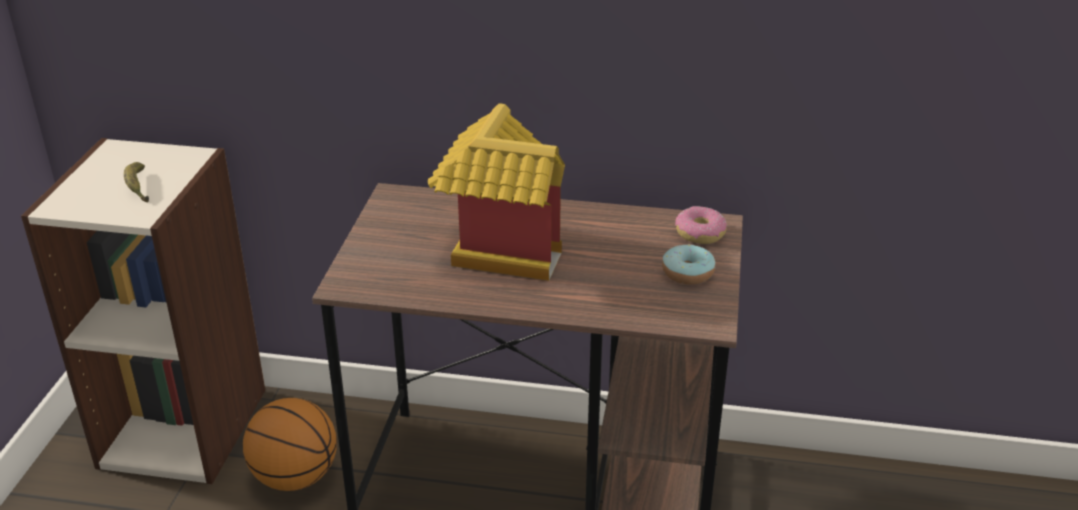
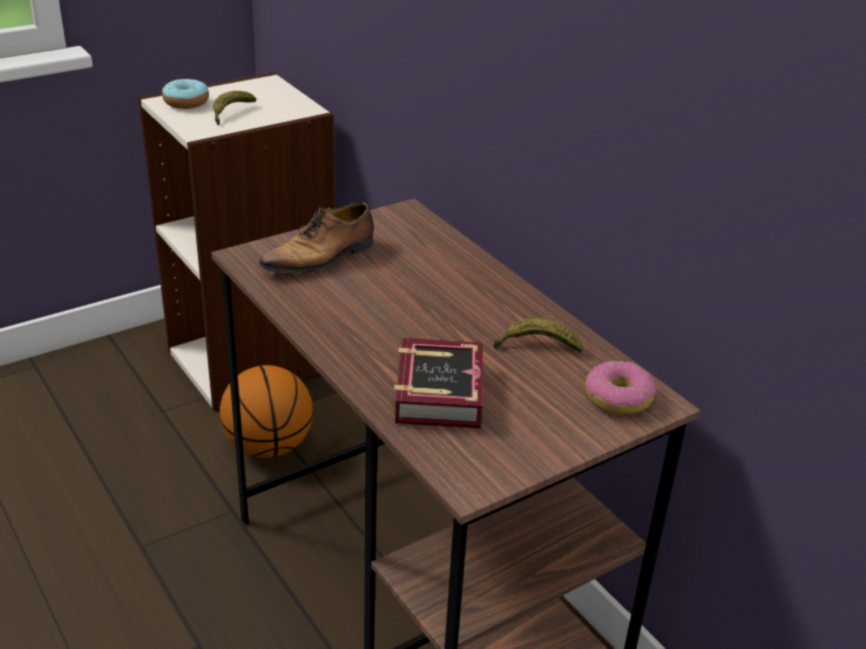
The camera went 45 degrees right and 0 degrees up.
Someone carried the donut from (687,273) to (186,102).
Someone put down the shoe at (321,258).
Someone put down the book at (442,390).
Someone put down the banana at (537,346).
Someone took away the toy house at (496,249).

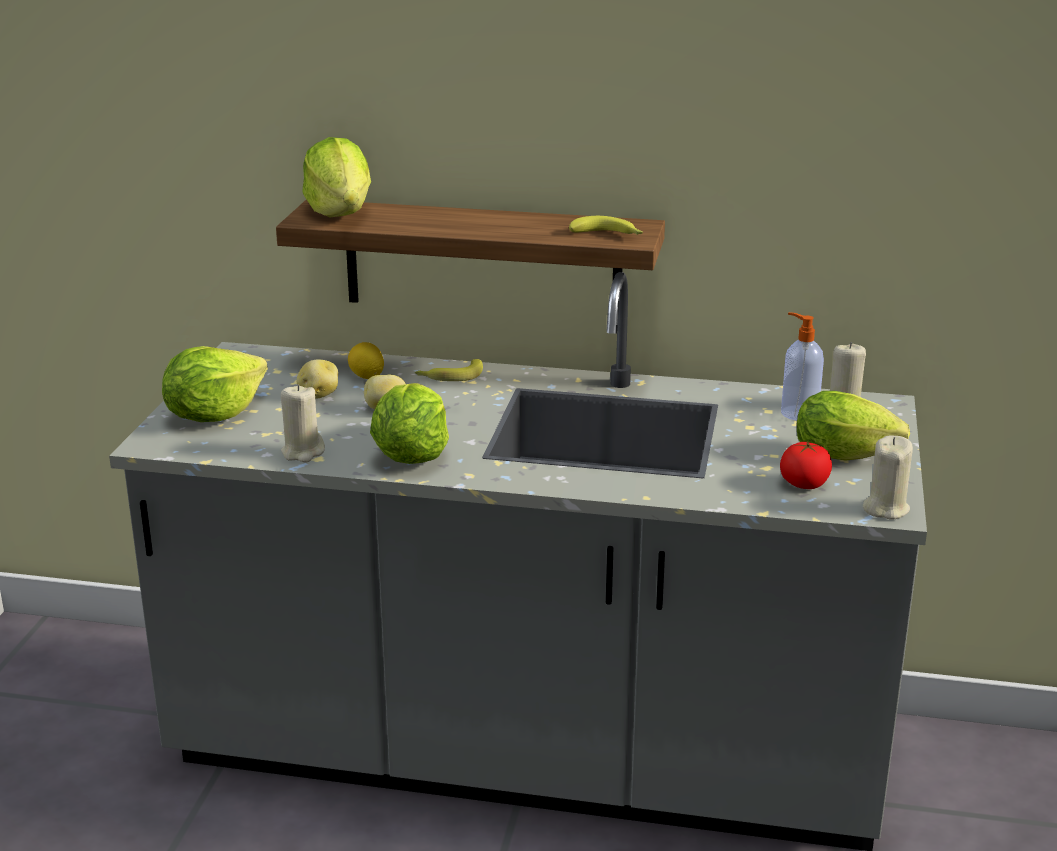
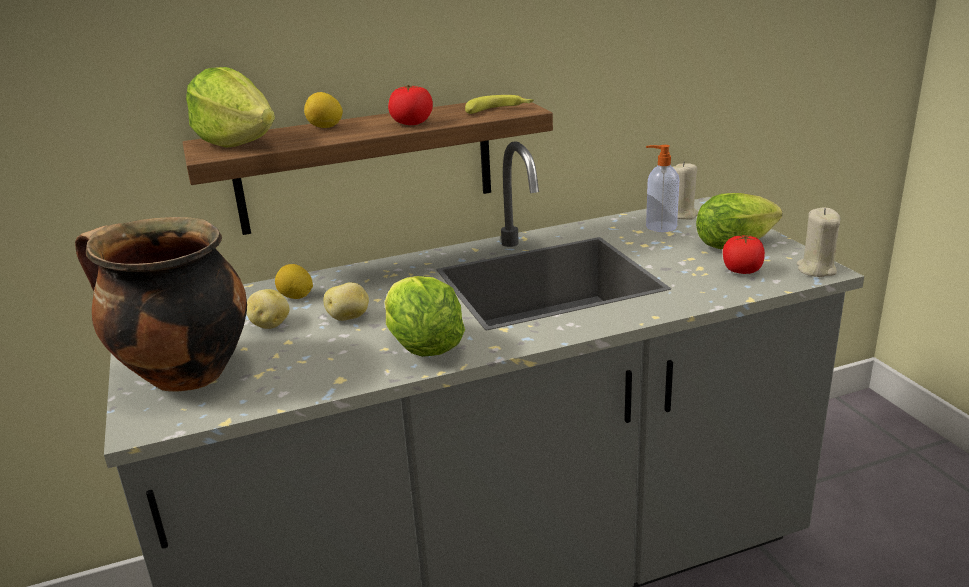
The camera went 30 degrees left and 0 degrees up.
Someone swapped the lettuce at (214,415) for the cooking pot at (183,375).
Someone put down the lemon at (325,127).
Someone put down the tomato at (412,123).
Someone took away the beige candle at (303,452).
Someone took away the banana at (449,376).

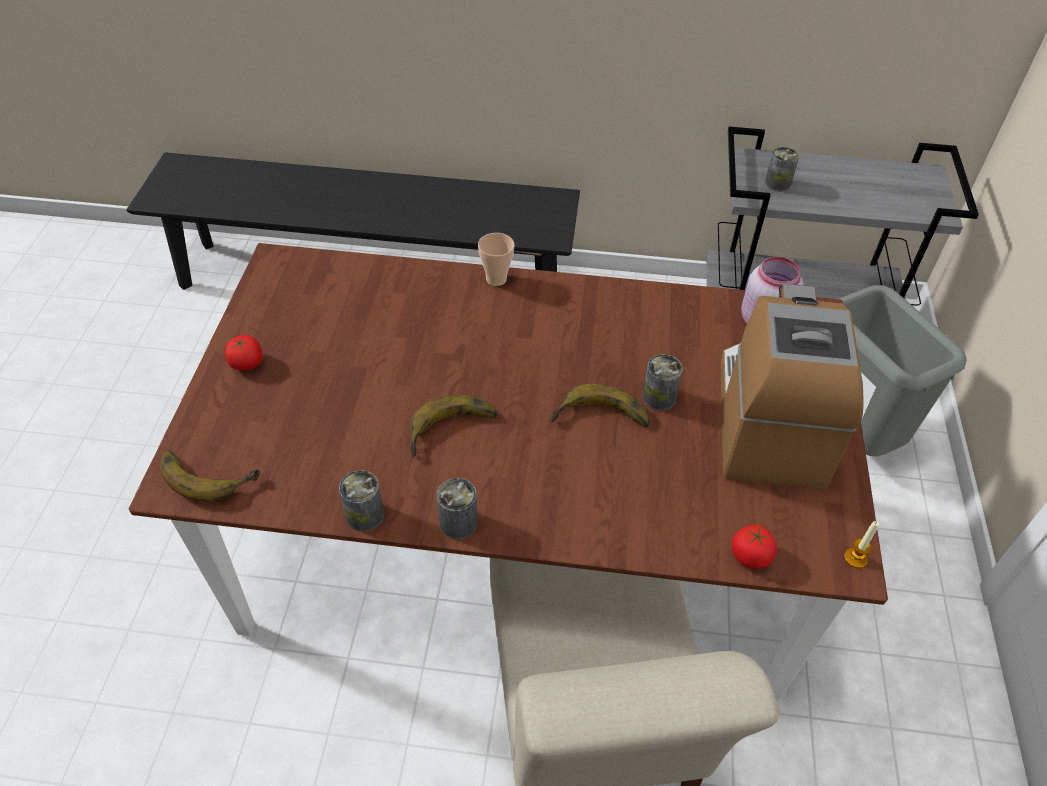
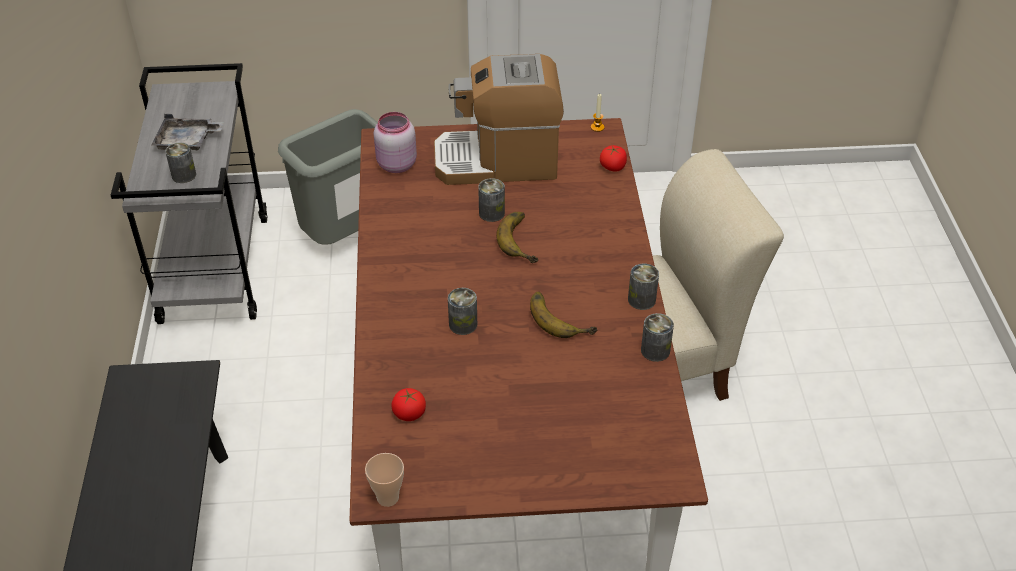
The camera went 100 degrees left and 5 degrees down.
Someone put down the grey tray at (187,141).
Someone carried the cup from (496,279) to (388,497).
Someone carried the tomato from (247,363) to (409,413).
Someone put down the can at (463,324).
Someone took away the banana at (208,472).

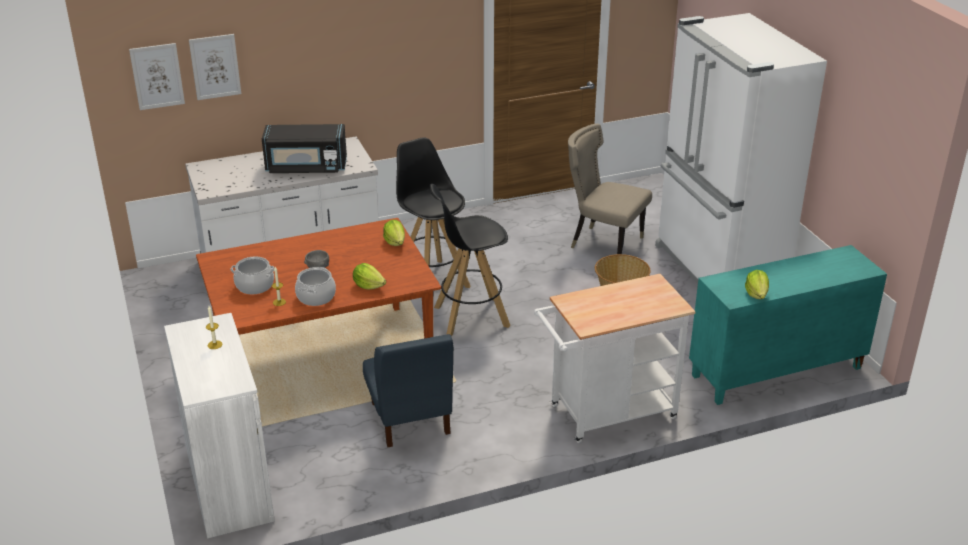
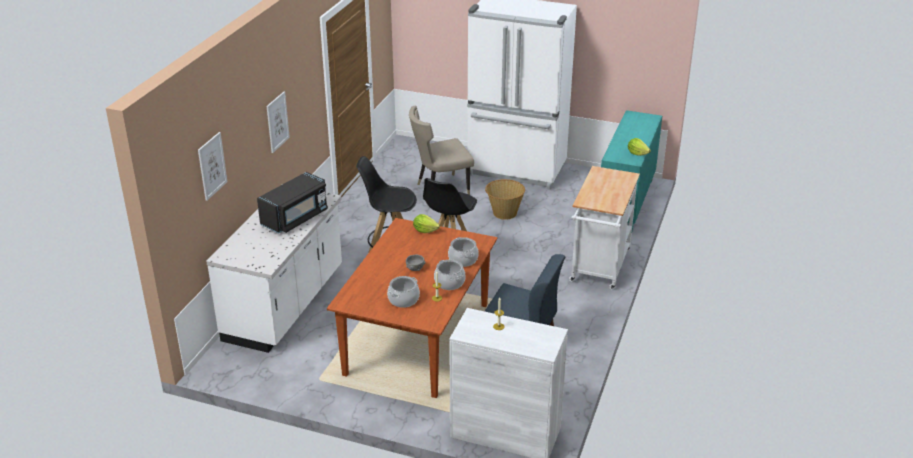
The camera went 50 degrees left and 0 degrees up.
Someone carried the picture from (157,76) to (277,122).
Someone swapped the lettuce at (368,286) for the cooking pot at (463,260).

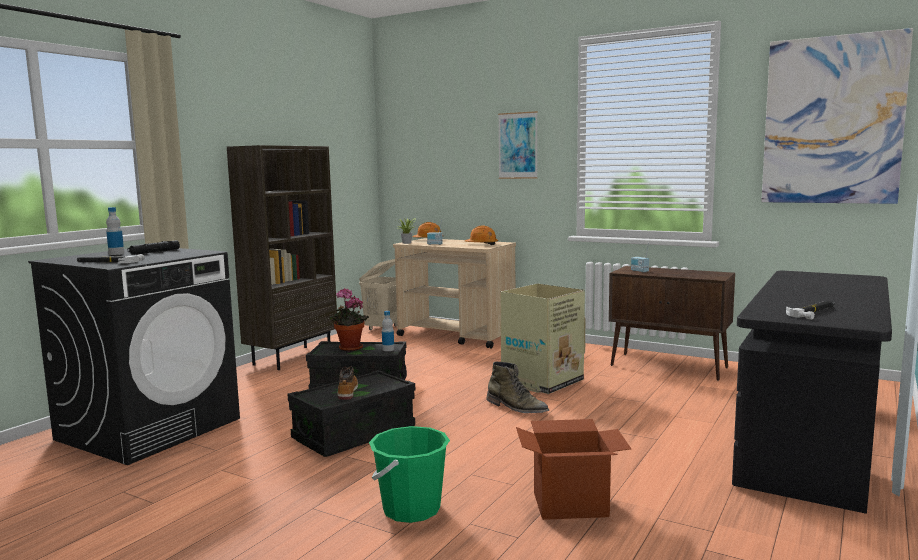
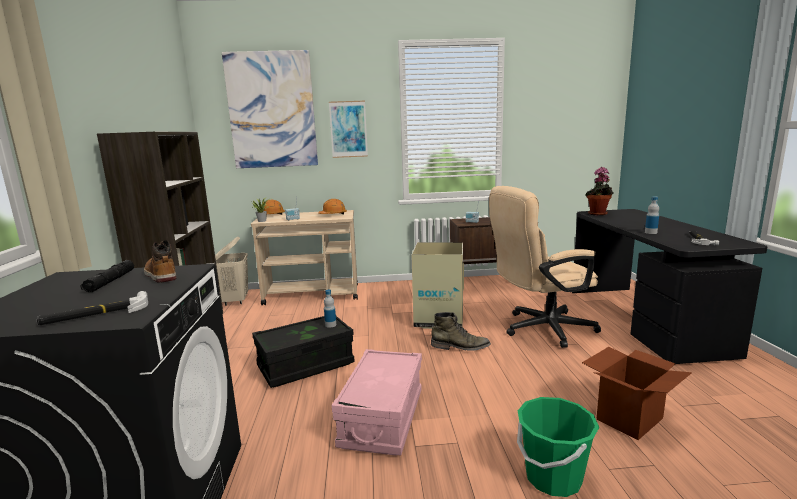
The camera went 35 degrees left and 5 degrees up.
Someone carried the boot from (347,392) to (160,275).
Someone carried the picture from (832,120) to (272,110).
Someone repainted the black storage box at (354,434), which became the pink storage box at (382,418).
Someone put down the beige office chair at (540,329).
Someone carried the potted plant from (349,349) to (598,214).
Someone carried the bottle from (116,254) to (650,232).

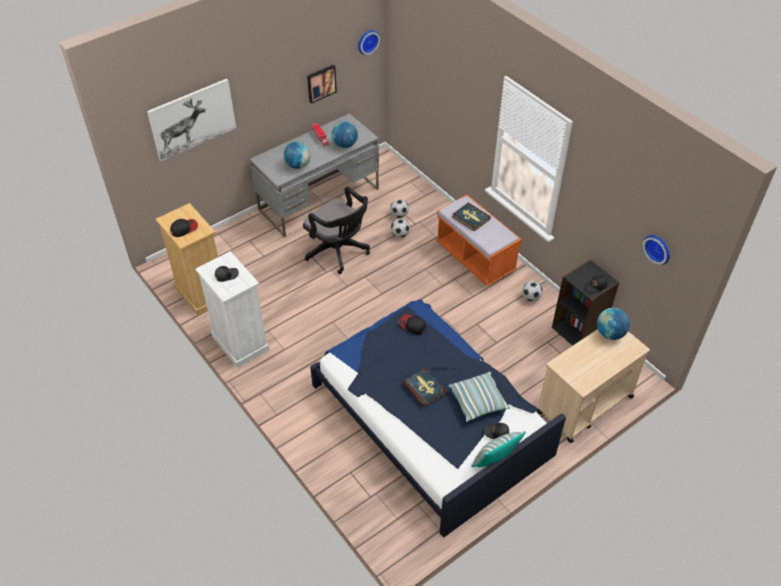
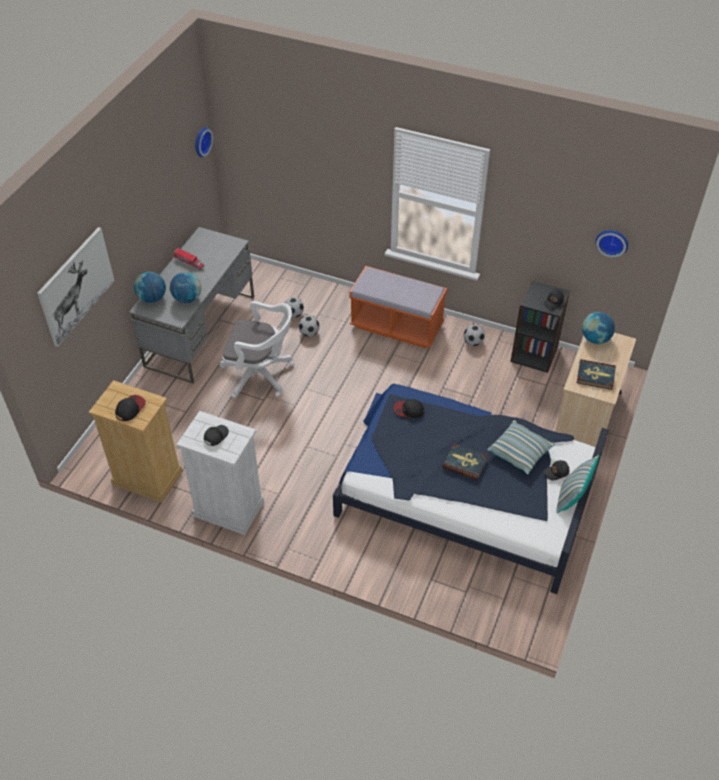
The camera went 30 degrees left and 0 degrees up.
Someone carried the globe from (345,145) to (152,298).
Someone repainted the black office chair at (339,252), which became the white office chair at (261,375).
Someone carried the book from (471,218) to (595,376).
Someone took away the picture at (321,83).

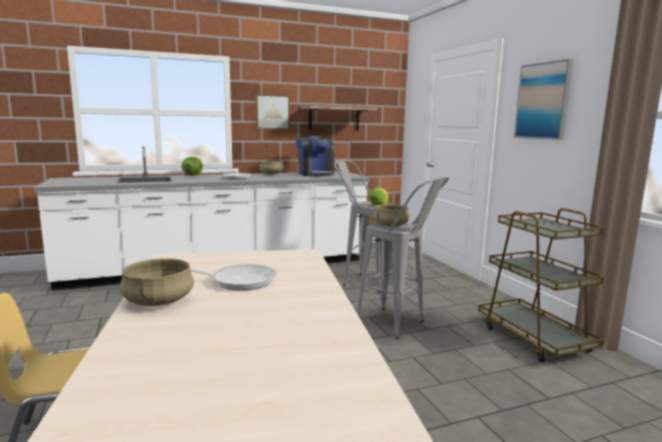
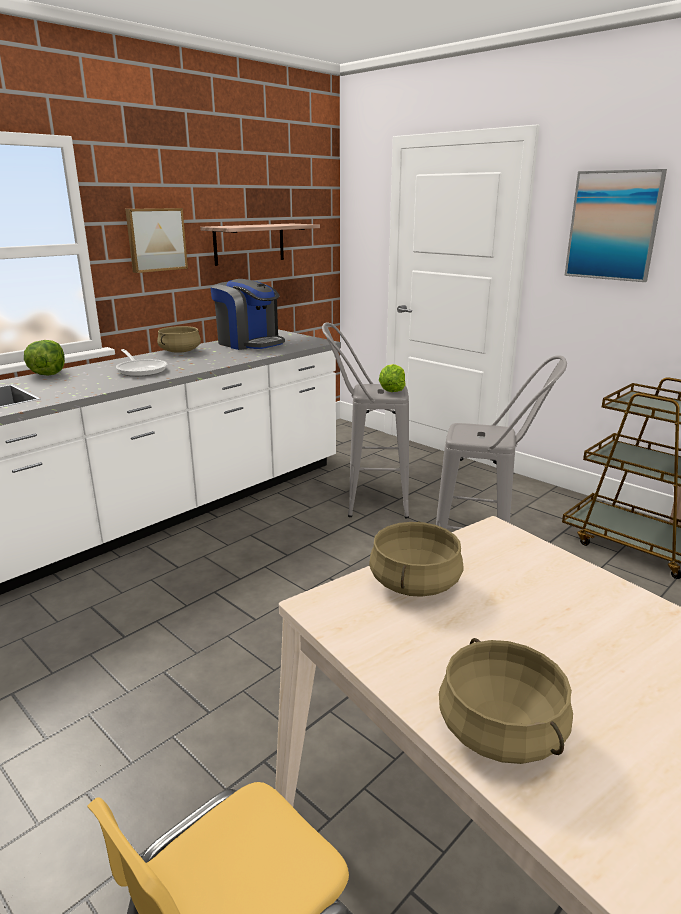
The camera went 25 degrees left and 10 degrees up.
Someone carried the beige cooking pot from (390,225) to (414,583).
Someone took away the frying pan at (238,281).

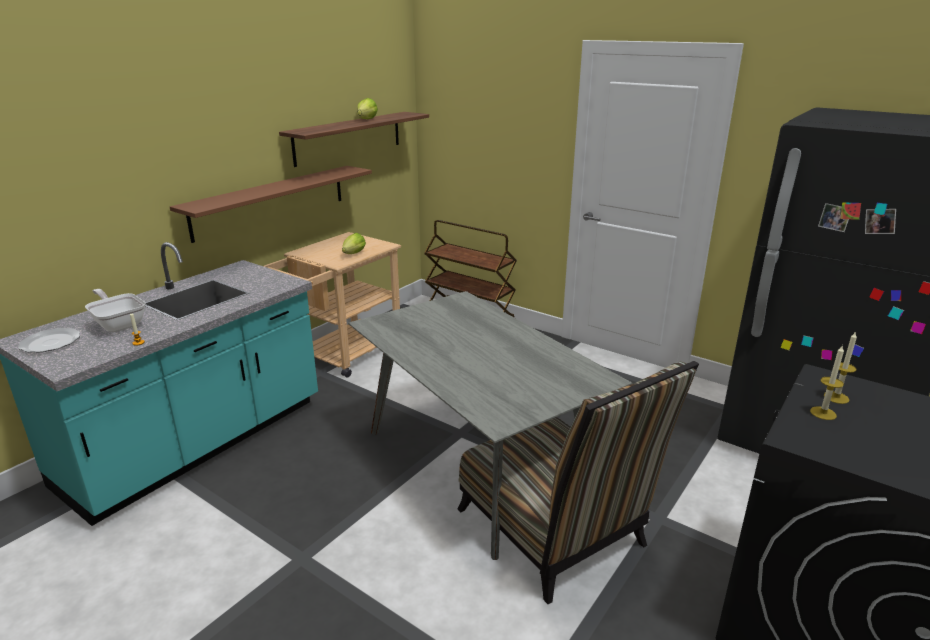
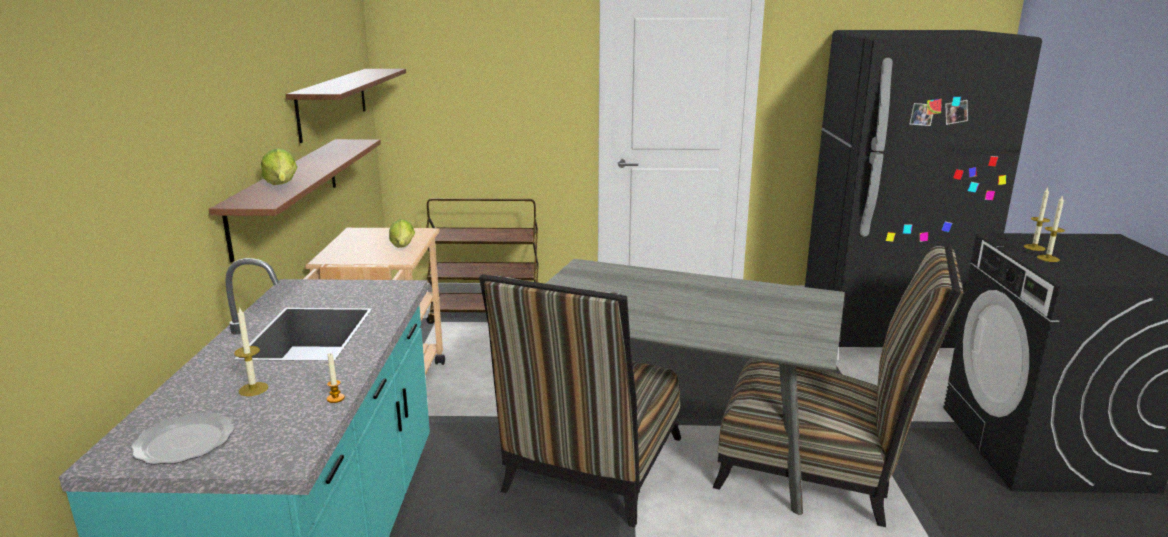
The camera went 35 degrees left and 5 degrees down.
Someone swapped the frying pan at (119,324) for the candle at (253,389).
Someone carried the lettuce from (364,120) to (281,187).
Someone put down the chair at (590,470).

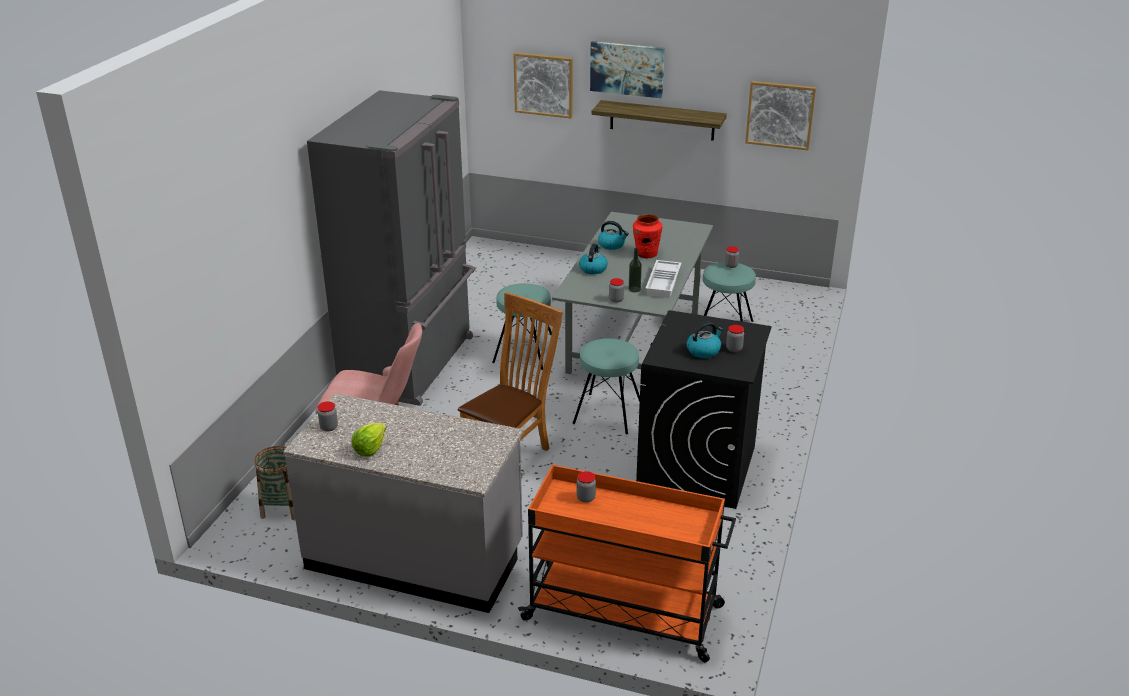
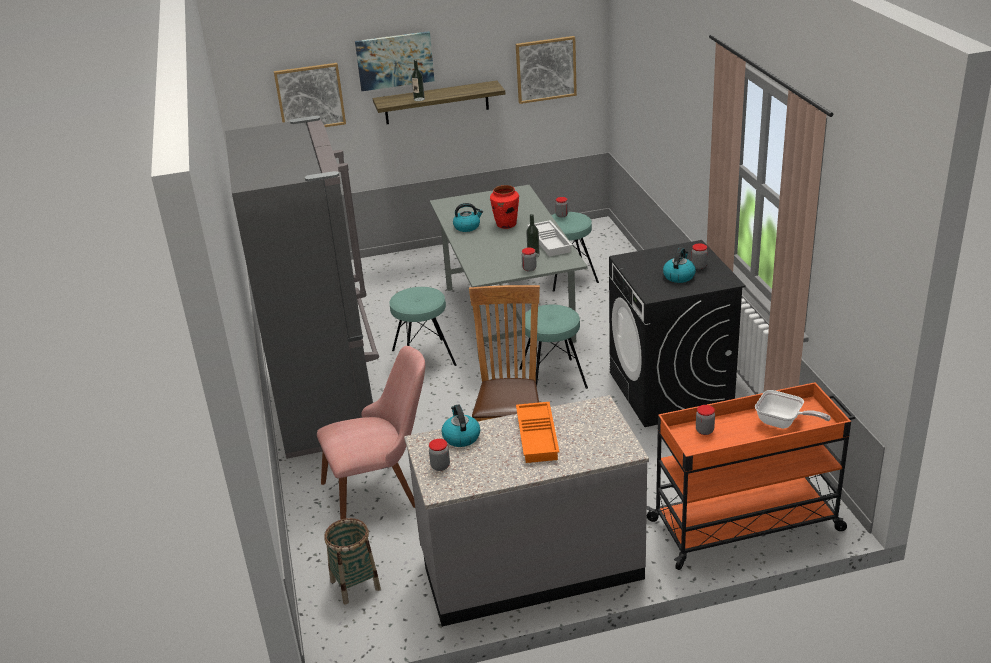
The camera went 30 degrees left and 0 degrees up.
Someone put down the bottle at (419,99).
Someone carried the kettle from (593,269) to (461,437).
Someone put down the orange tray at (538,437).
Someone put down the frying pan at (783,423).
Someone took away the lettuce at (370,449).

